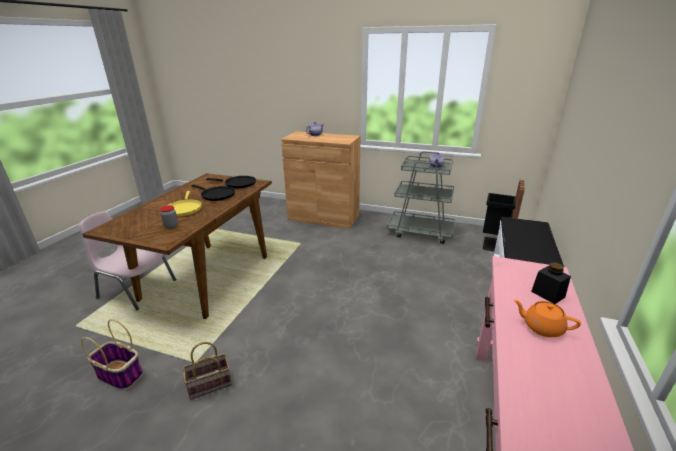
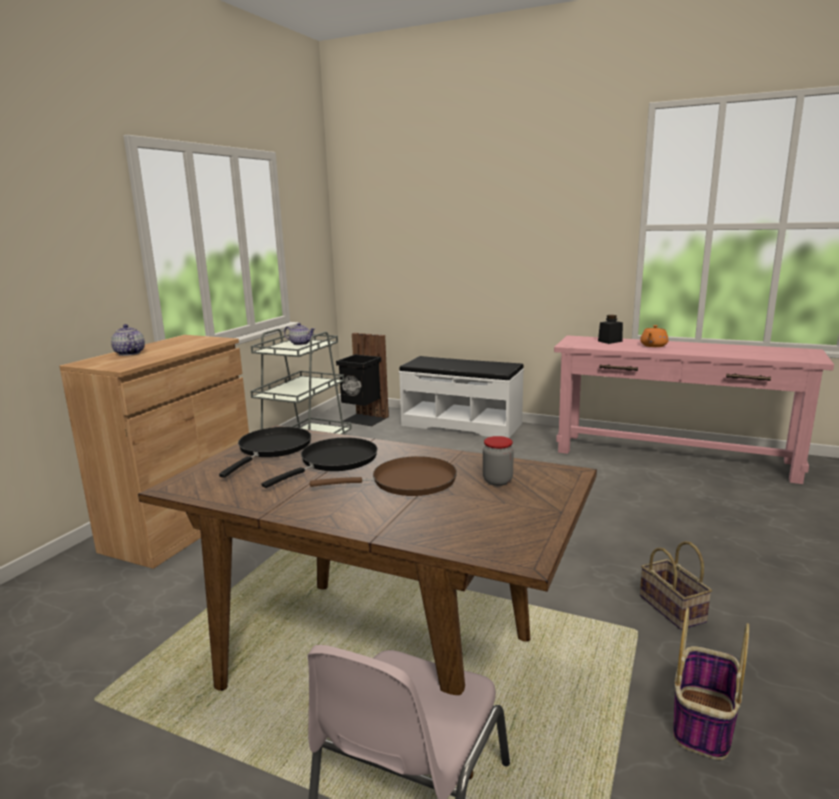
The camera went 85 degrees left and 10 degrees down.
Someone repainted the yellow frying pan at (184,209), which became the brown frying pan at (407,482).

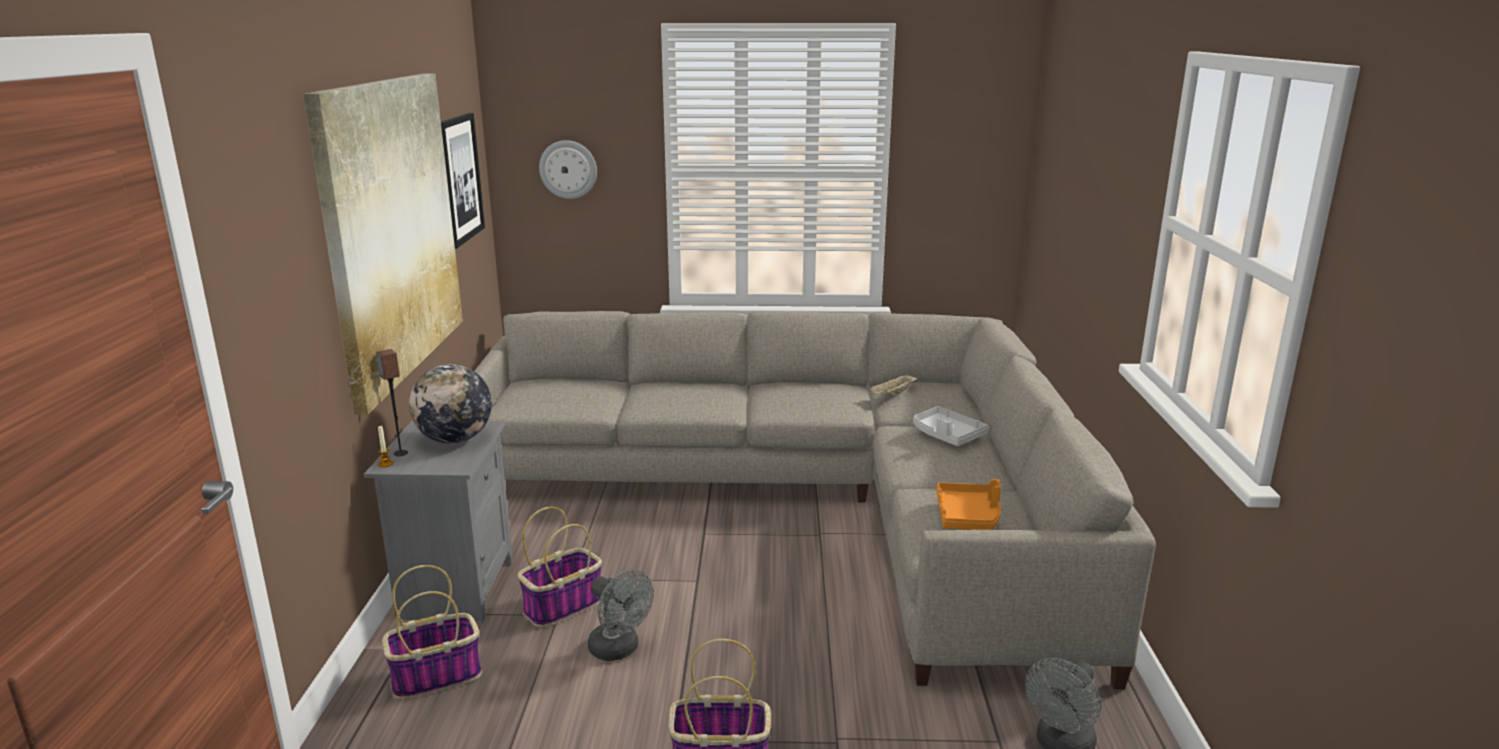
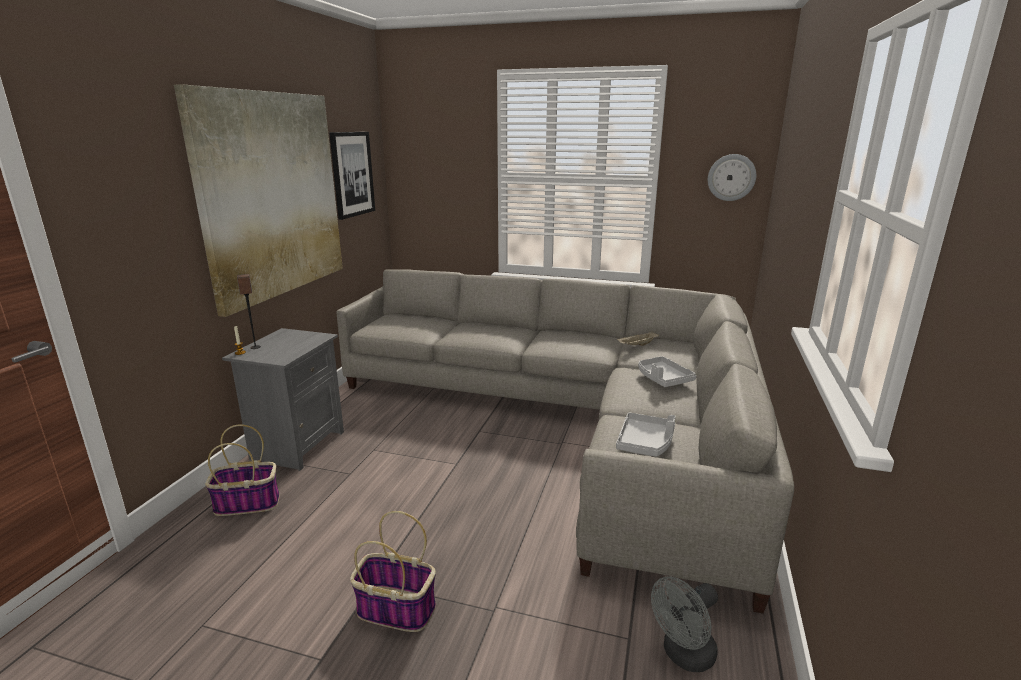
The camera went 15 degrees right and 0 degrees up.
Someone repainted the orange tray at (968,516), which became the grey tray at (645,443).
Someone carried the wall clock from (568,169) to (731,177).
Someone took away the globe at (455,440).
Someone took away the basket at (563,606).
Someone took away the grey fan at (619,650).

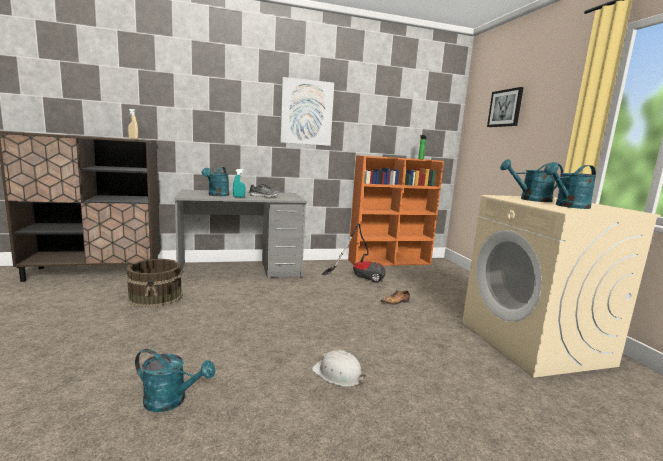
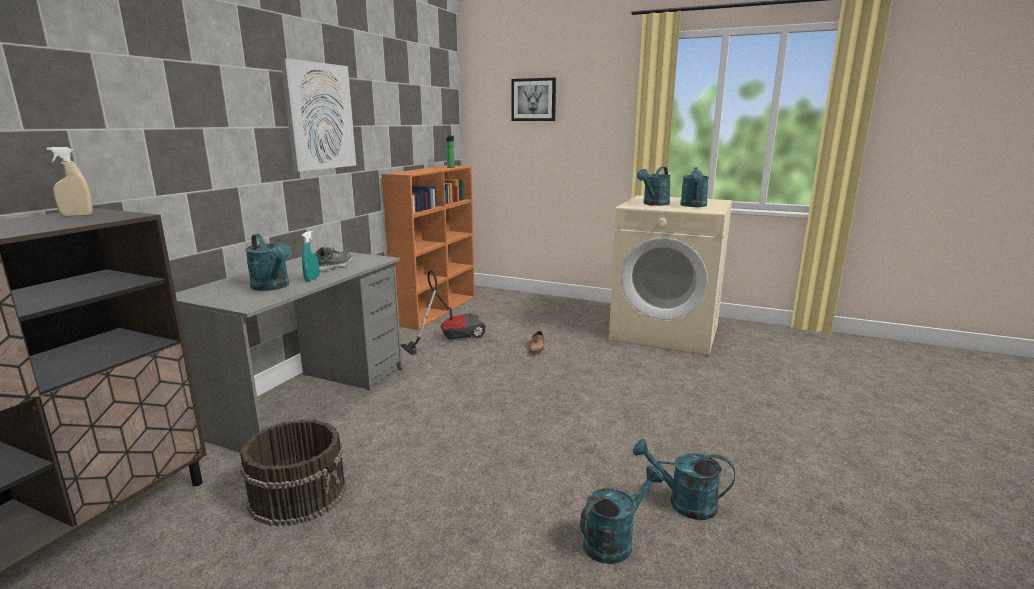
The camera went 50 degrees left and 5 degrees up.
Someone put down the turquoise watering can at (683,503).
Someone took away the white hard hat at (338,374).

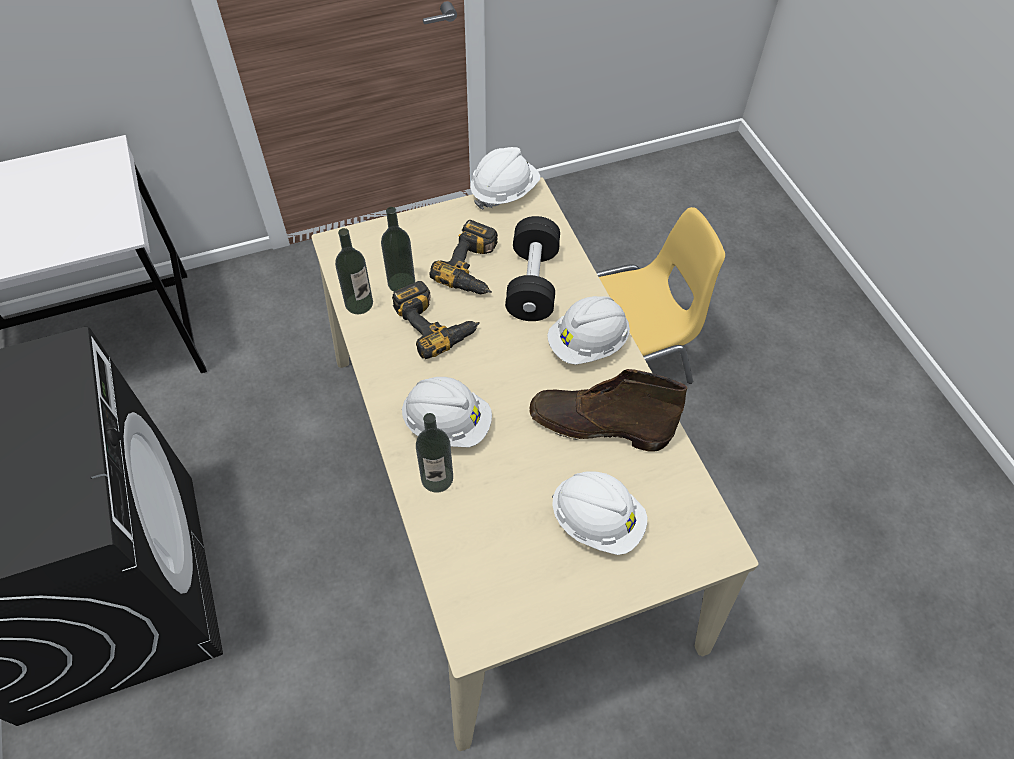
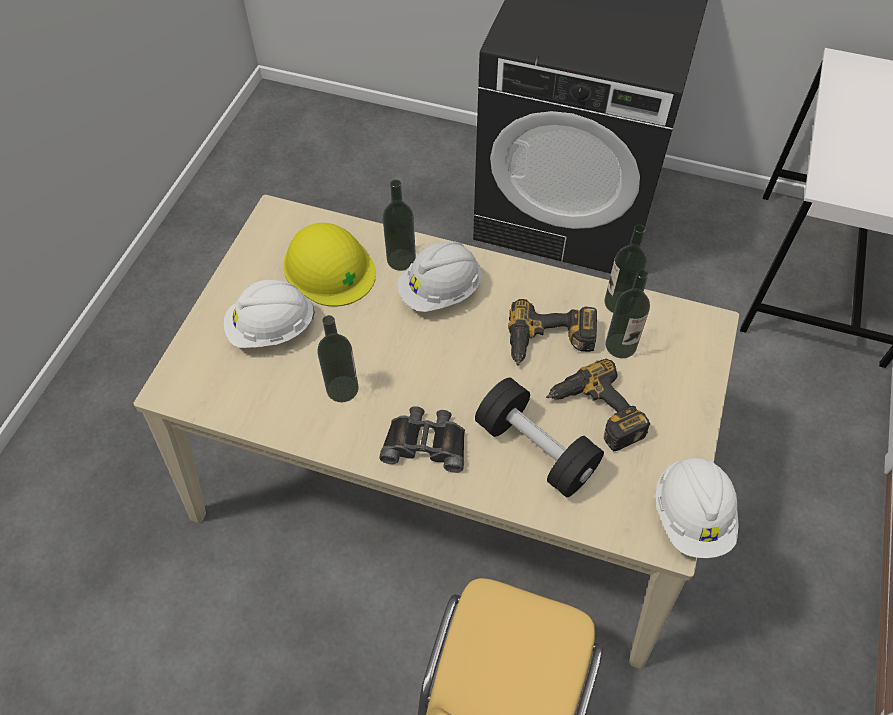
The camera went 130 degrees right and 0 degrees up.
Someone put down the yellow hard hat at (329,267).
Someone swapped the brown boot at (598,424) for the bottle at (342,389).
Someone swapped the white hard hat at (587,344) for the black binoculars at (425,442).

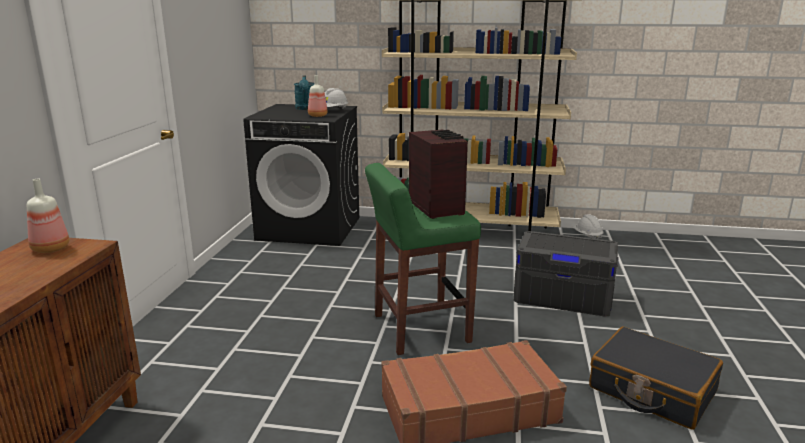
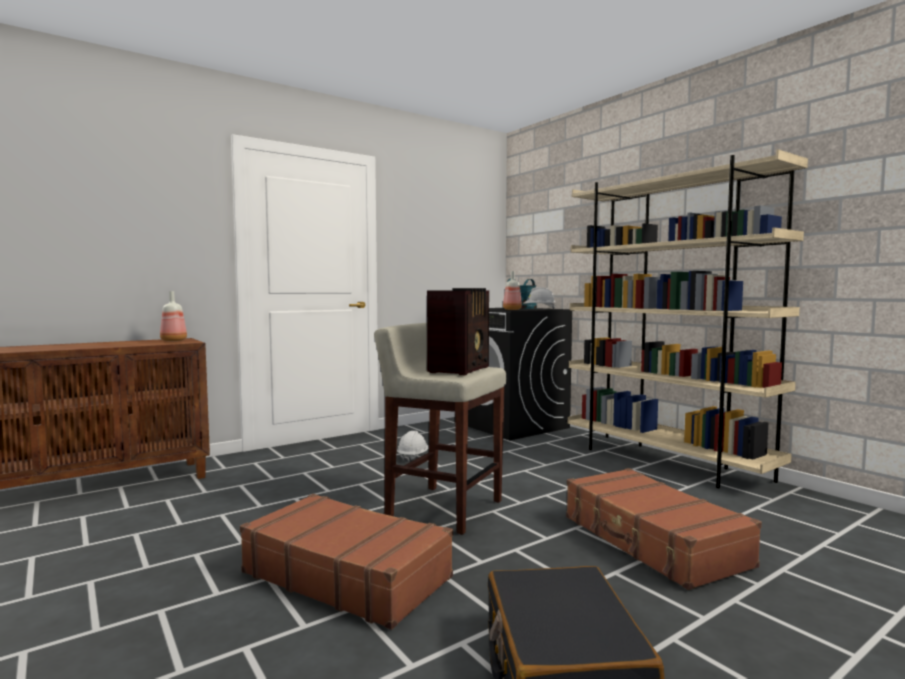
The camera went 45 degrees right and 15 degrees down.
Someone repainted the green stool at (419,329), which became the beige stool at (443,508).
Someone carried the white hard hat from (587,236) to (413,457).
Someone swapped the grey storage box at (563,297) for the brown suitcase at (652,541).

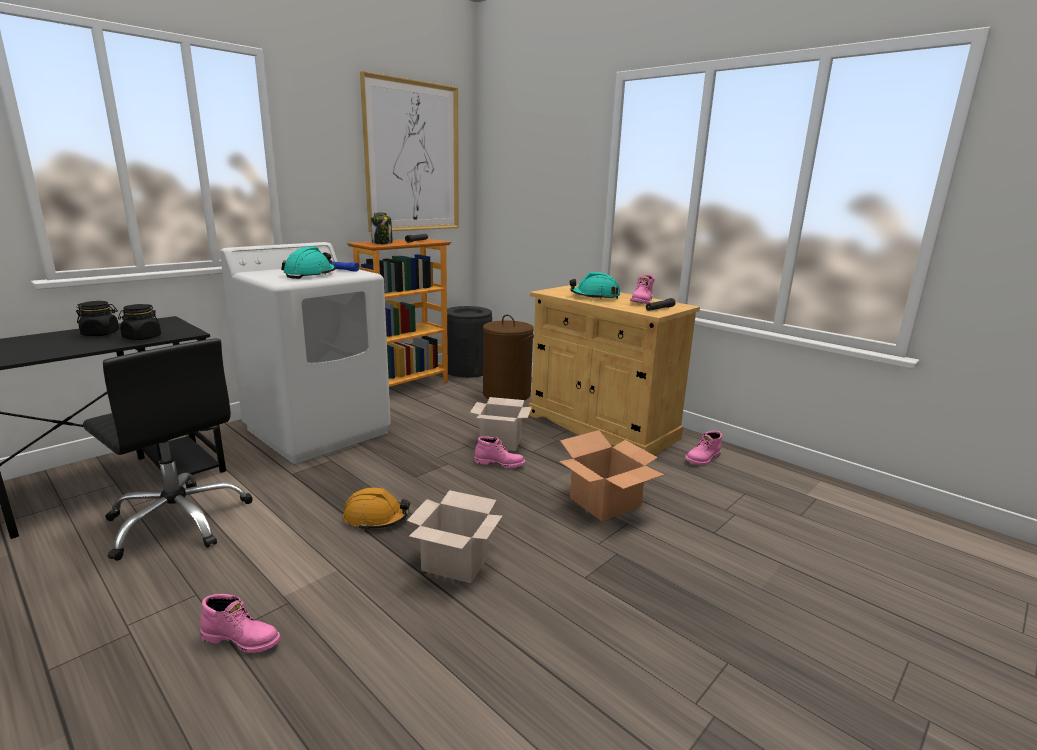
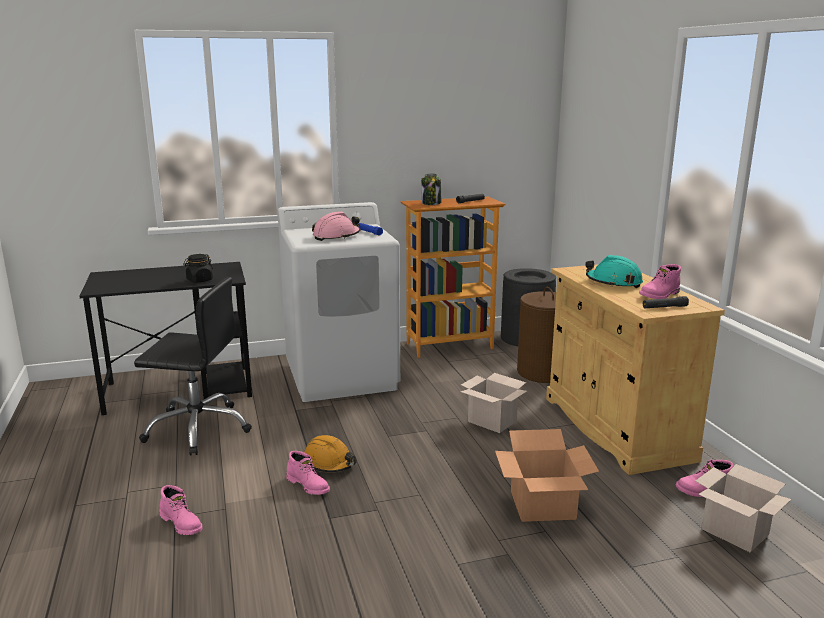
The camera went 30 degrees right and 0 degrees up.
Someone rotated the black office chair at (179,520) by 60 degrees counterclockwise.
Someone carried the pink boot from (500,463) to (309,485).
Someone repainted the turquoise hard hat at (310,274), which became the pink hard hat at (336,236).
Someone carried the cardboard box from (453,563) to (733,531).
Someone took away the black jar at (101,334).
Someone took away the picture at (413,157).

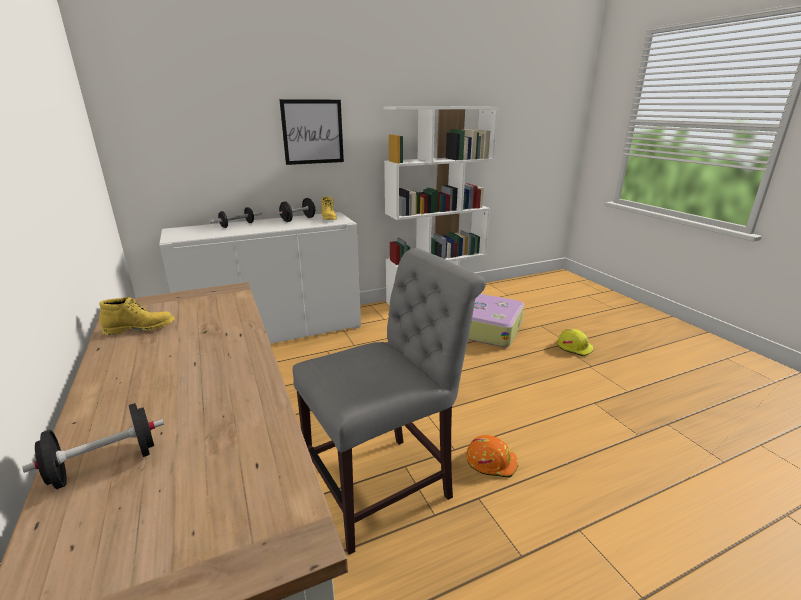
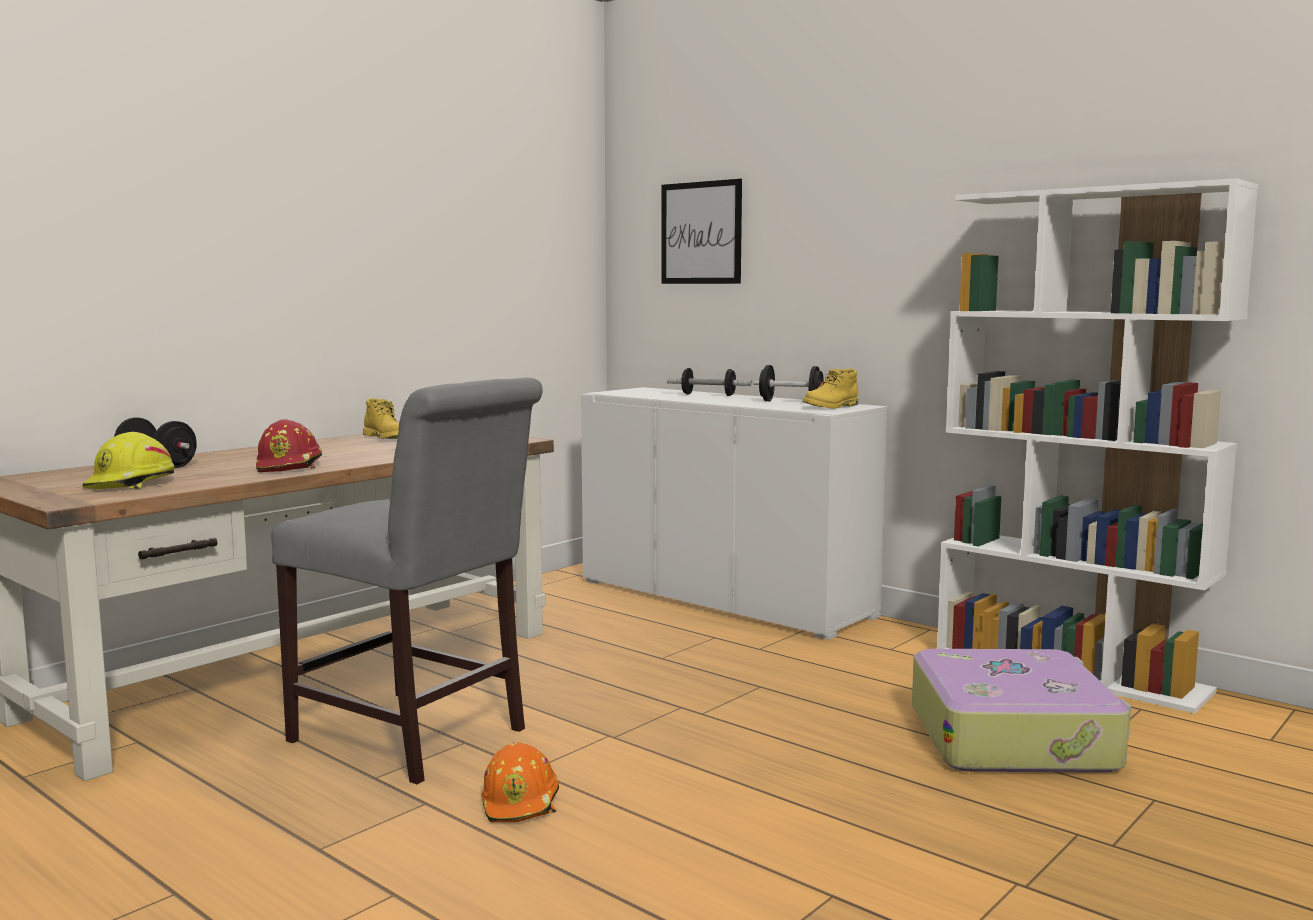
The camera went 65 degrees right and 15 degrees down.
Someone carried the yellow hard hat from (574,347) to (132,484).
Someone put down the red hard hat at (290,466).
Someone carried the picture from (312,132) to (701,233).

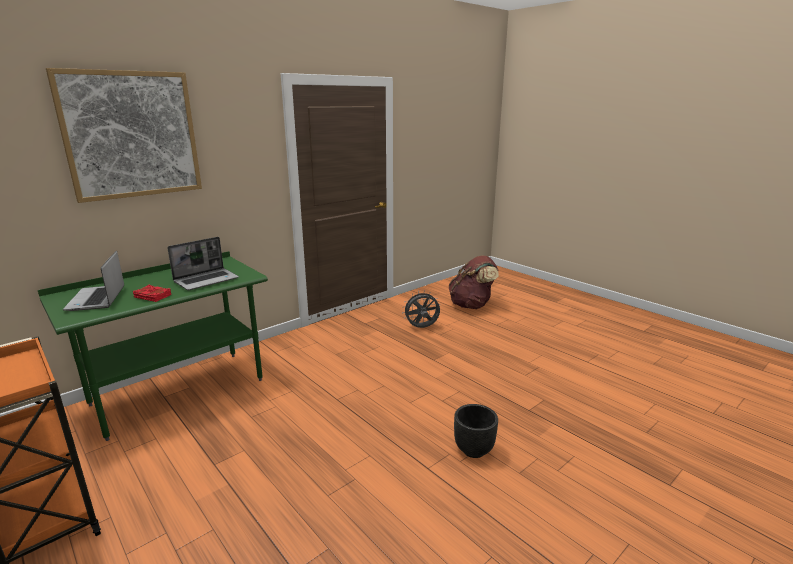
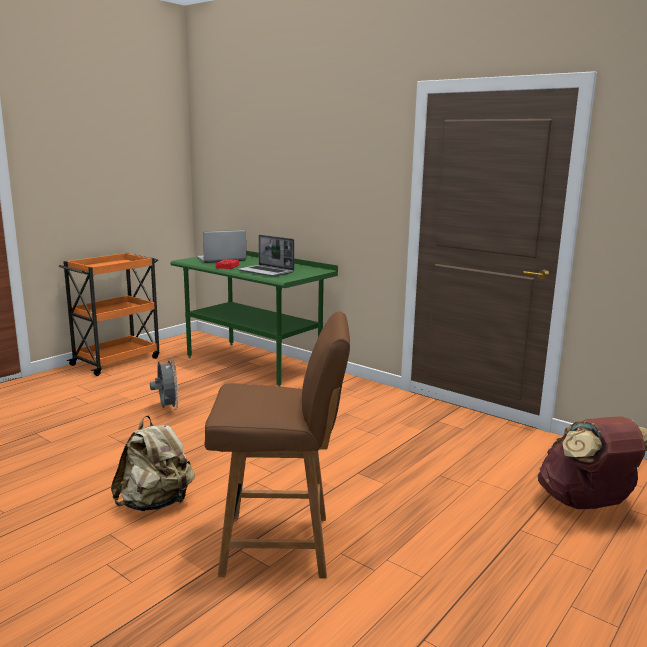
The camera went 80 degrees right and 5 degrees down.
Someone swapped the black planter at (473,450) for the beige backpack at (155,503).
Someone carried the grey fan from (421,328) to (167,408).
Someone put down the brown chair at (279,545).
Someone took away the picture at (132,135).

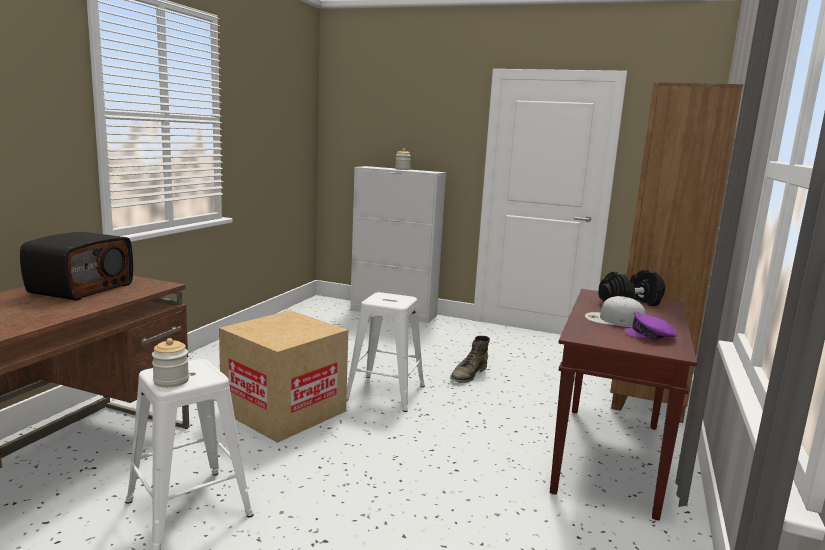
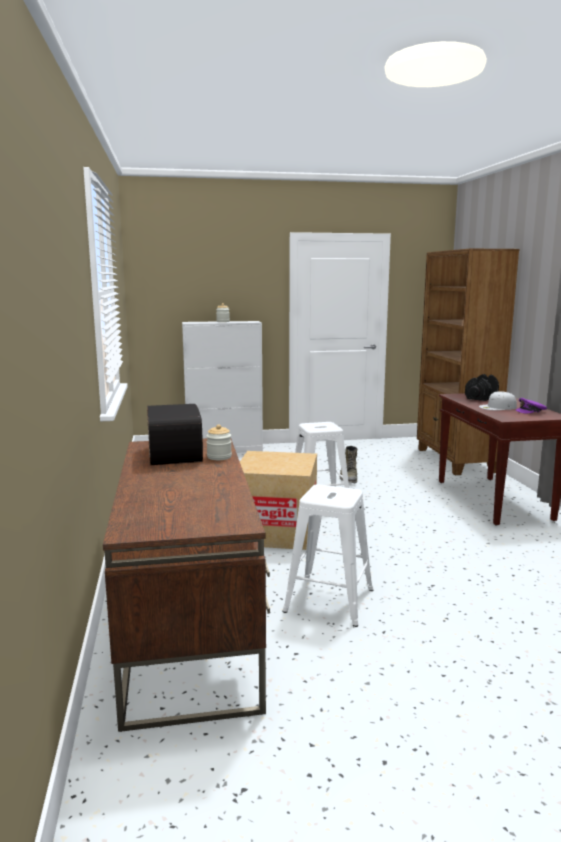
The camera went 30 degrees left and 0 degrees up.
Someone carried the jar from (171,381) to (219,457).

